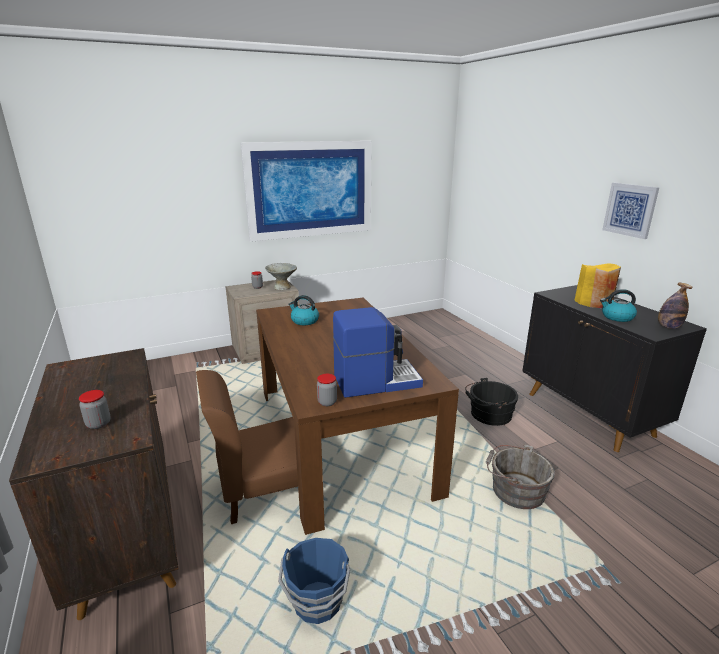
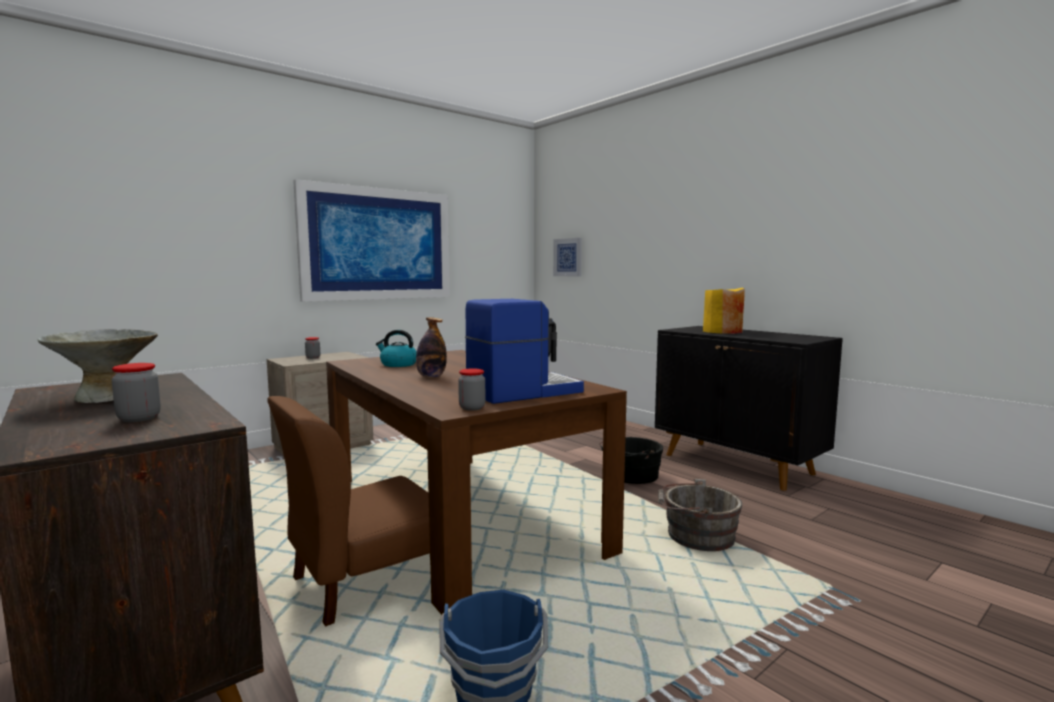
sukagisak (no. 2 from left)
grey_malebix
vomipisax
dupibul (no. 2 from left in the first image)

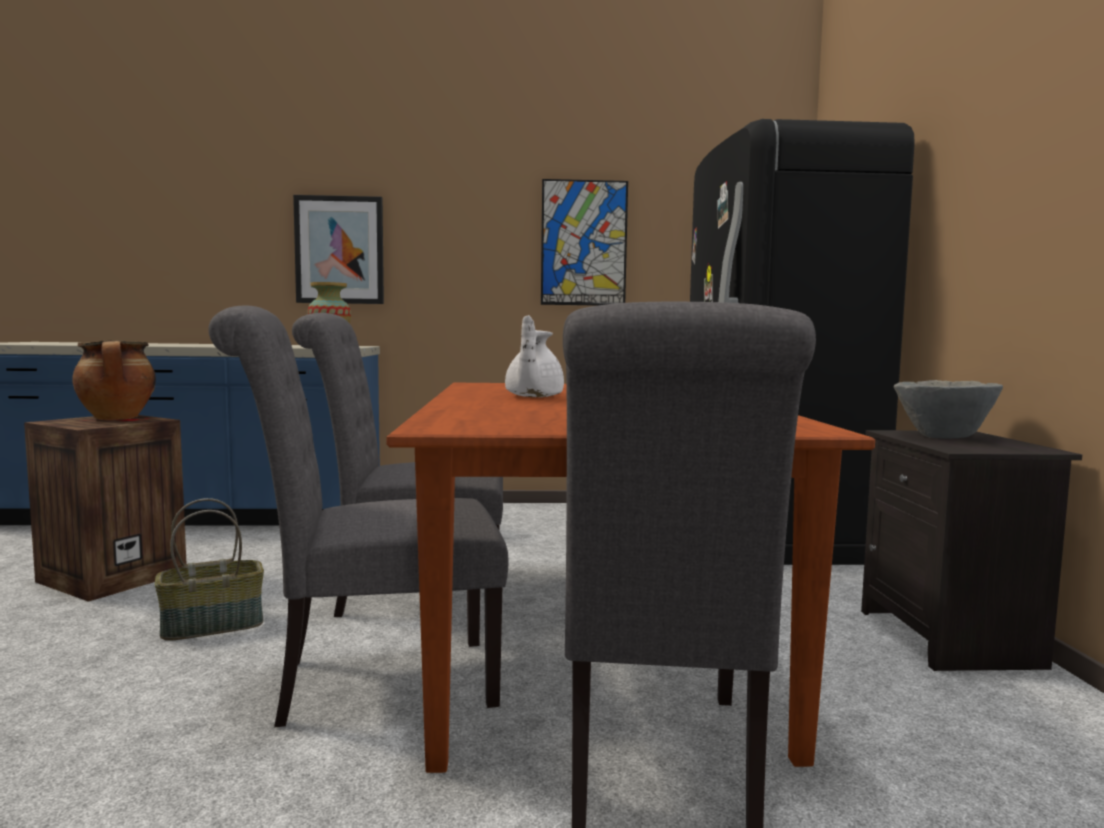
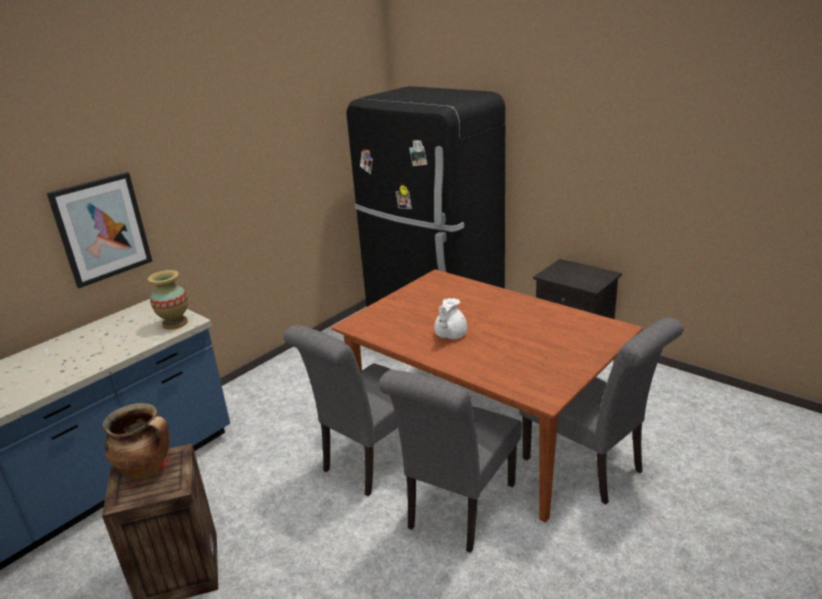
sukagisak (no. 2 from left in the first image)
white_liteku
grey_malebix
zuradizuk

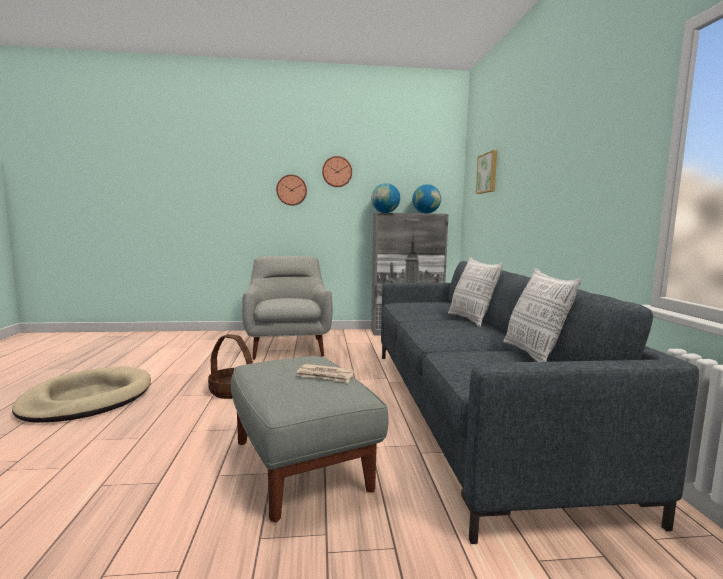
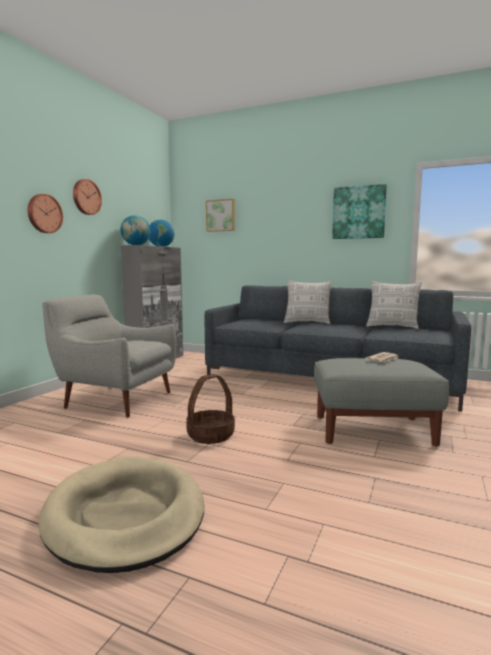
sukagisak (no. 2 from left)

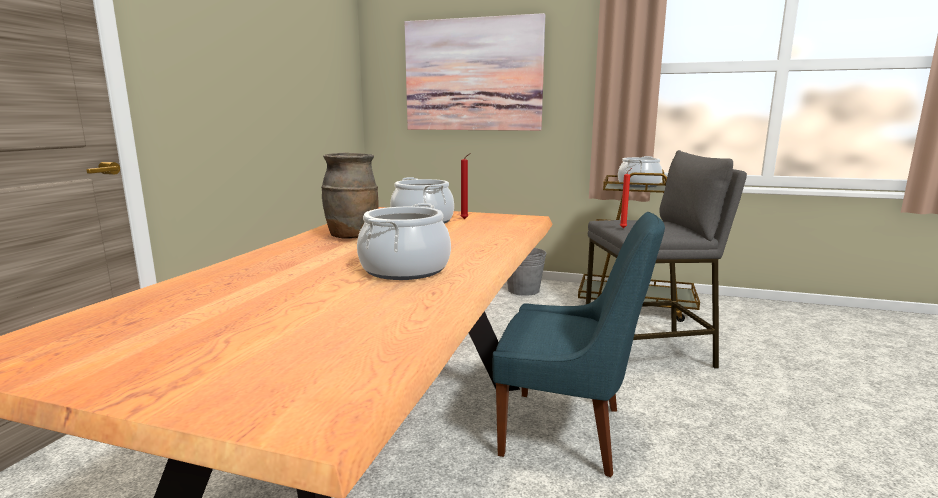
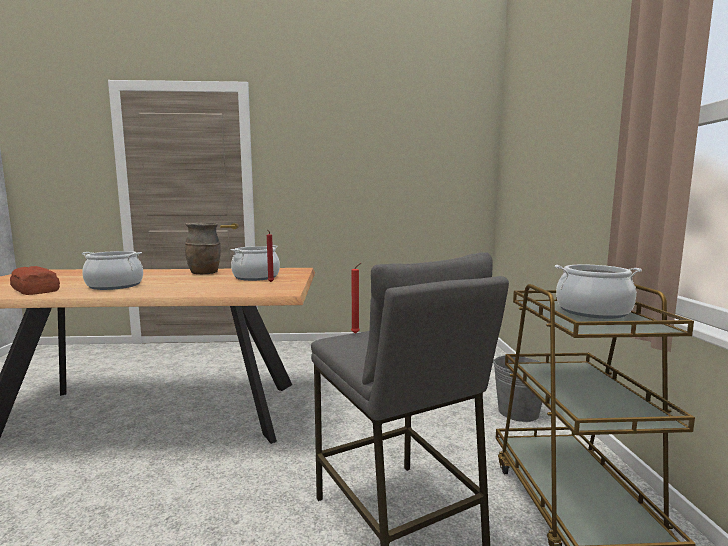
sukagisak
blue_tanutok
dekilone

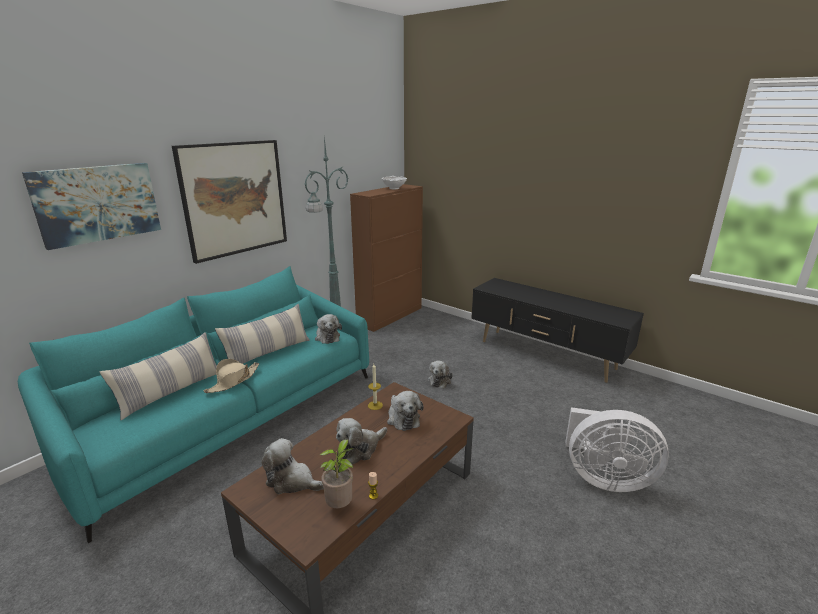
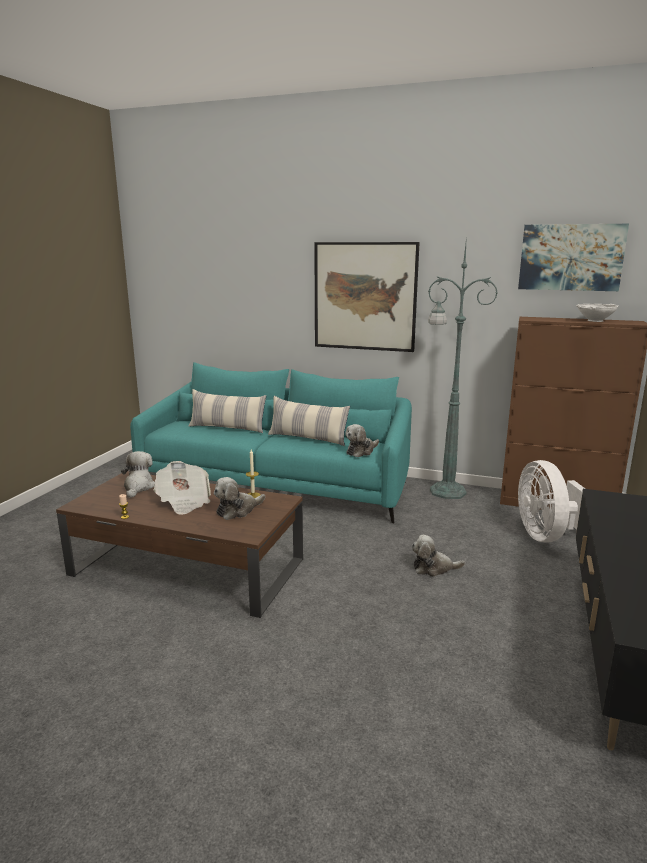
sukagisak (no. 2 from left)
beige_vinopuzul
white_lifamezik
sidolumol
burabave

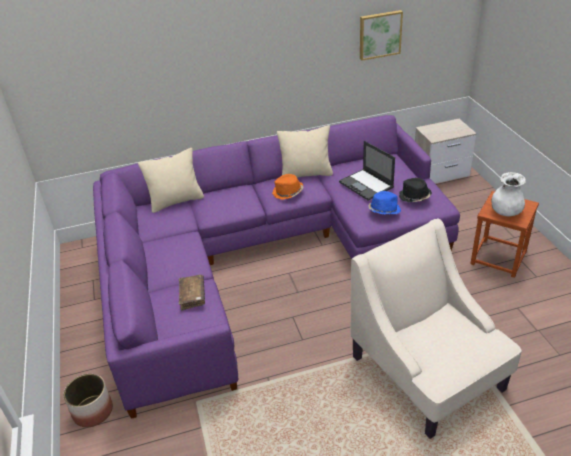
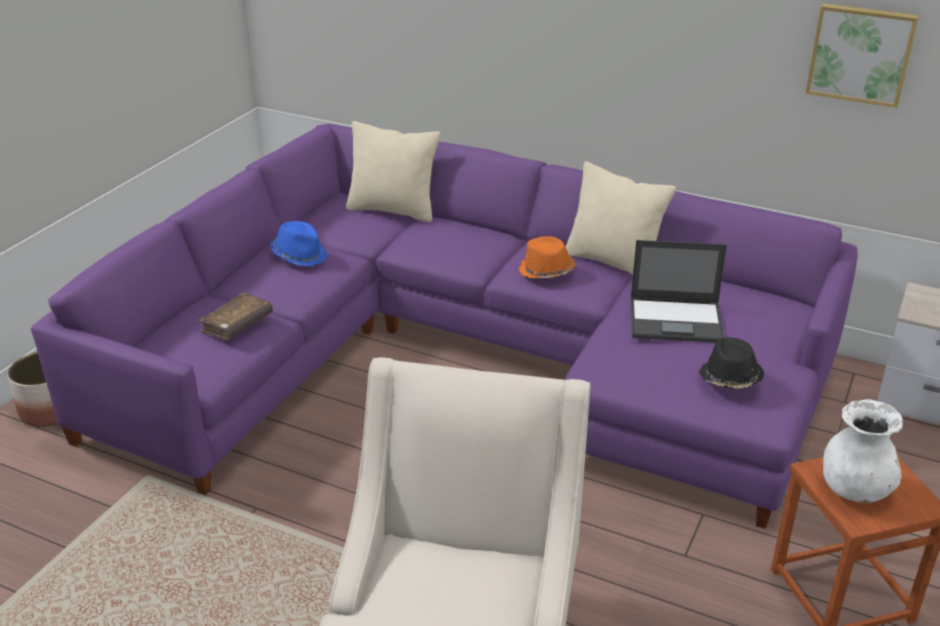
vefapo
blue_vinopuzul

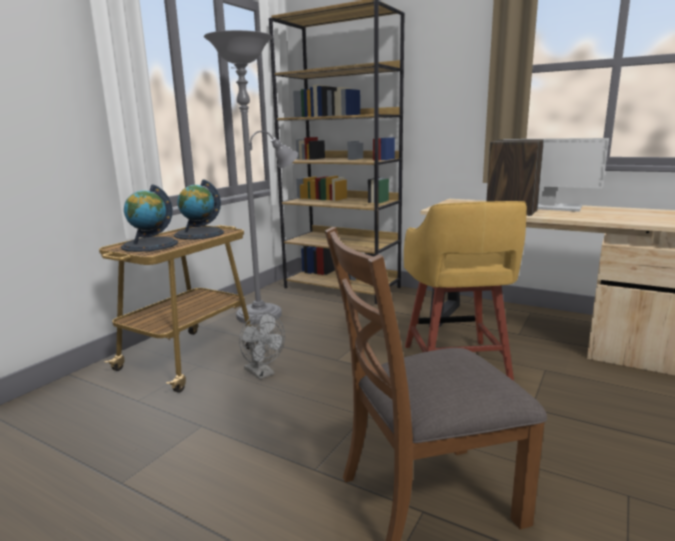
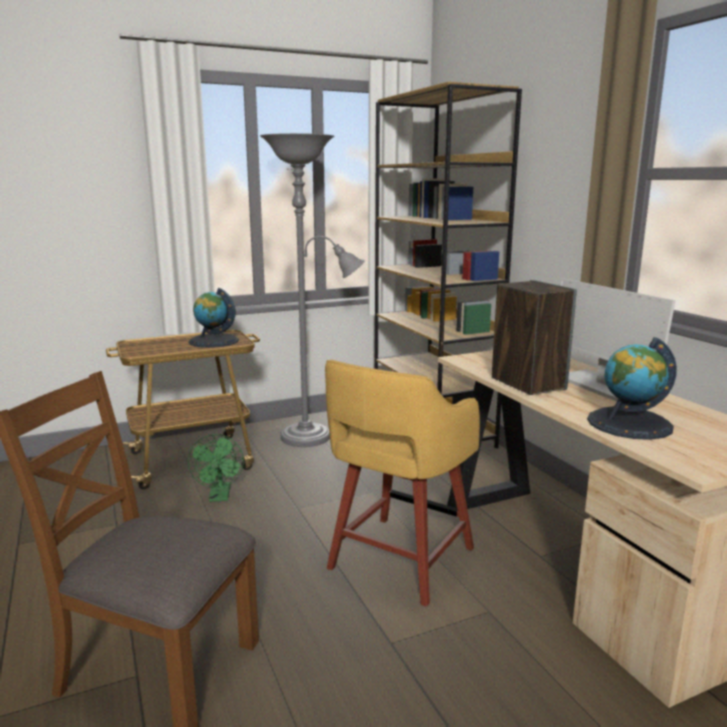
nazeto (no. 2 from left)
green_lifamezik

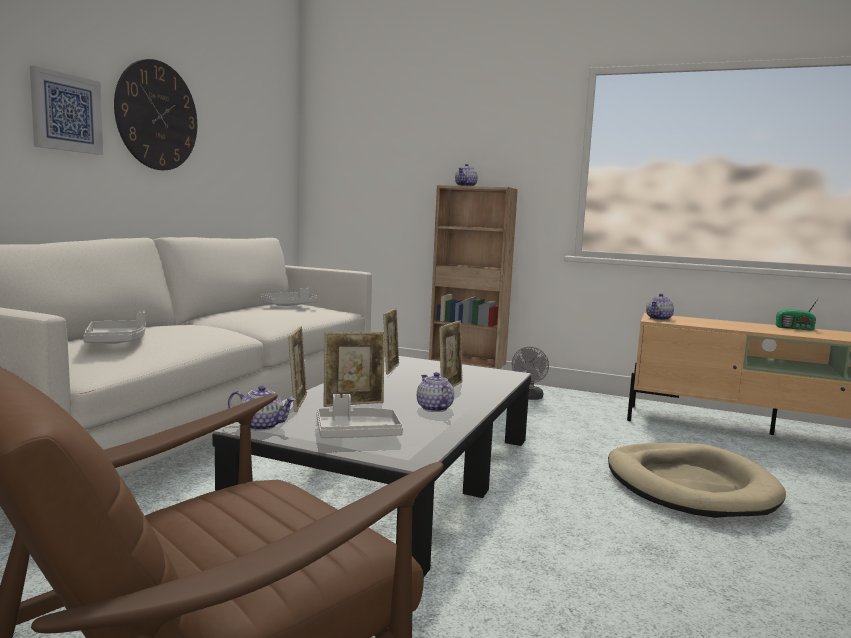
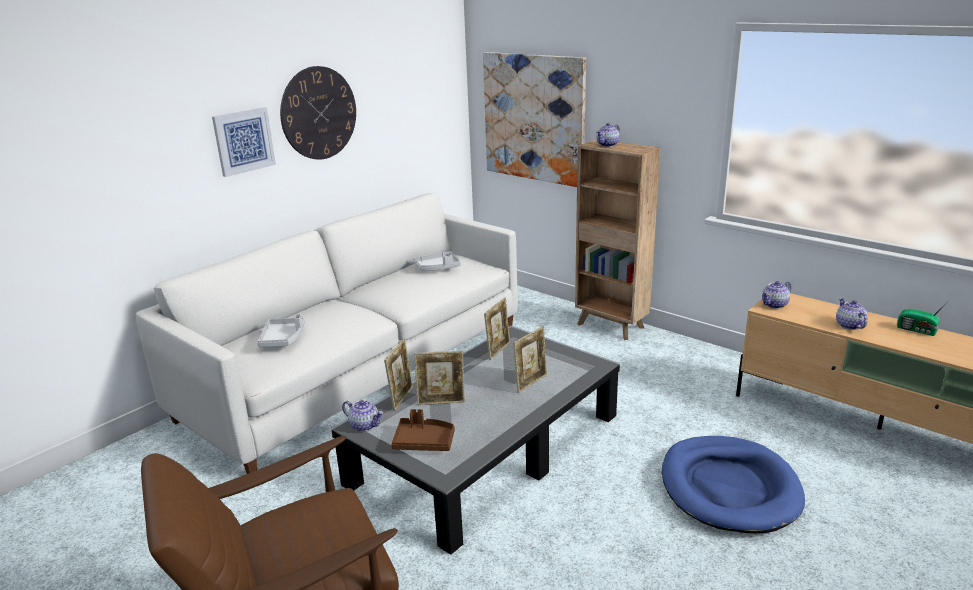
grey_lifamezik
liteku (no. 4 from left)
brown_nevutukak
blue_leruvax
sukagisak (no. 2 from left)

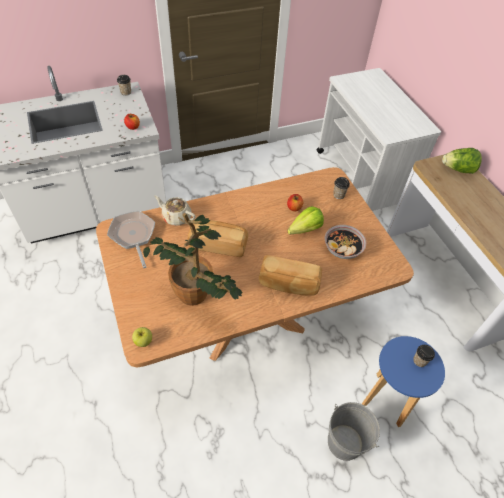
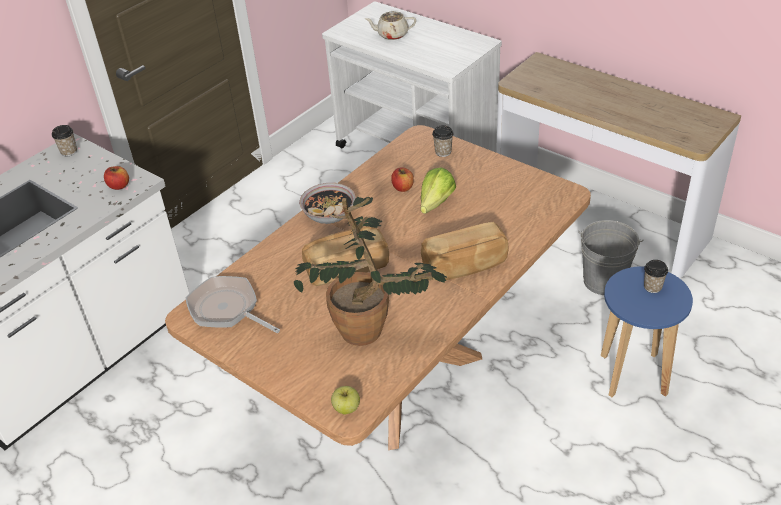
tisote (no. 2 from left in the first image)
beige_liteku
malebix
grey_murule

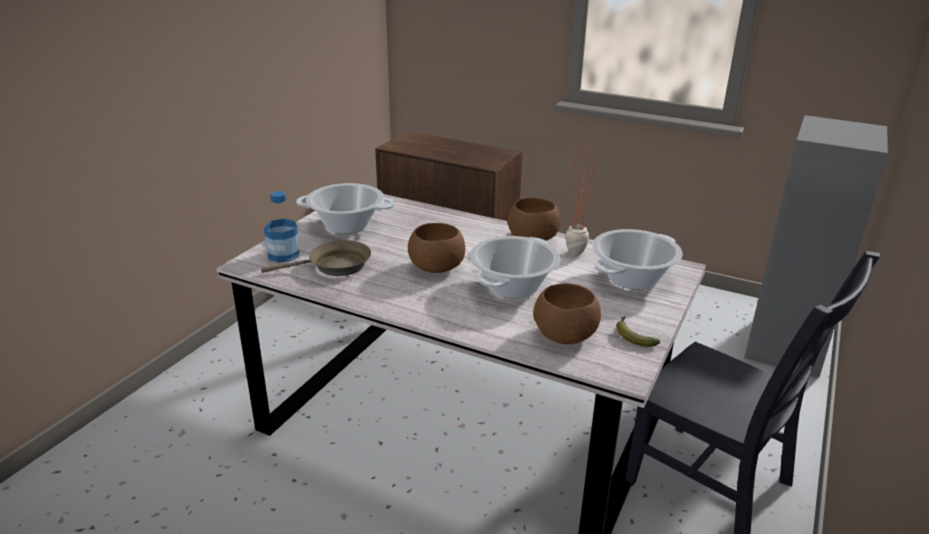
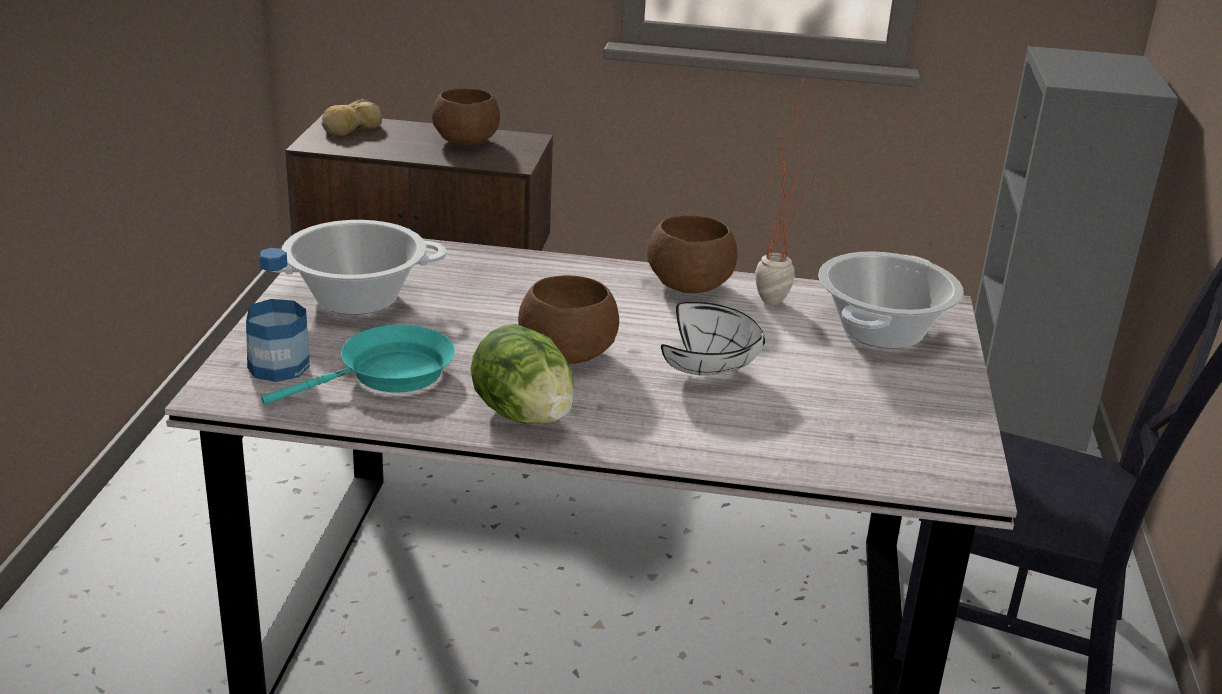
white_malebix
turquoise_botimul
brown_malebix (no. 1 from left)
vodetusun
dekilone
tisote

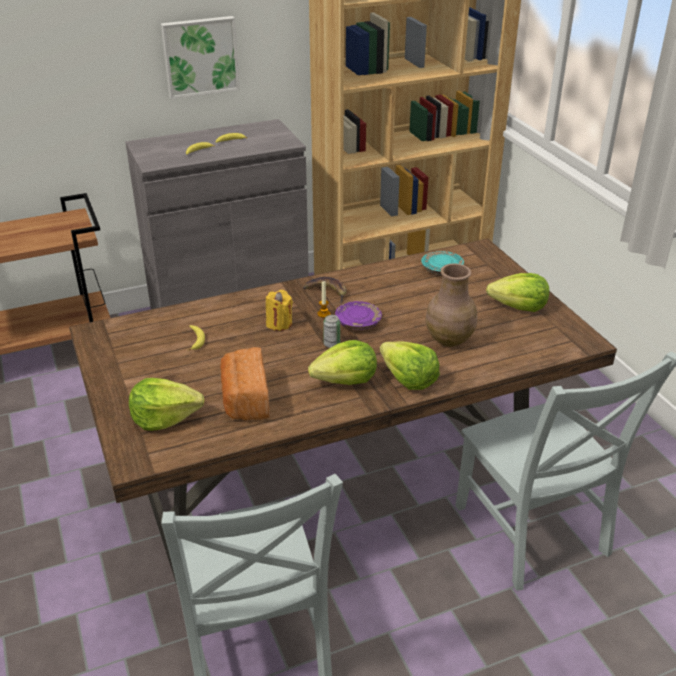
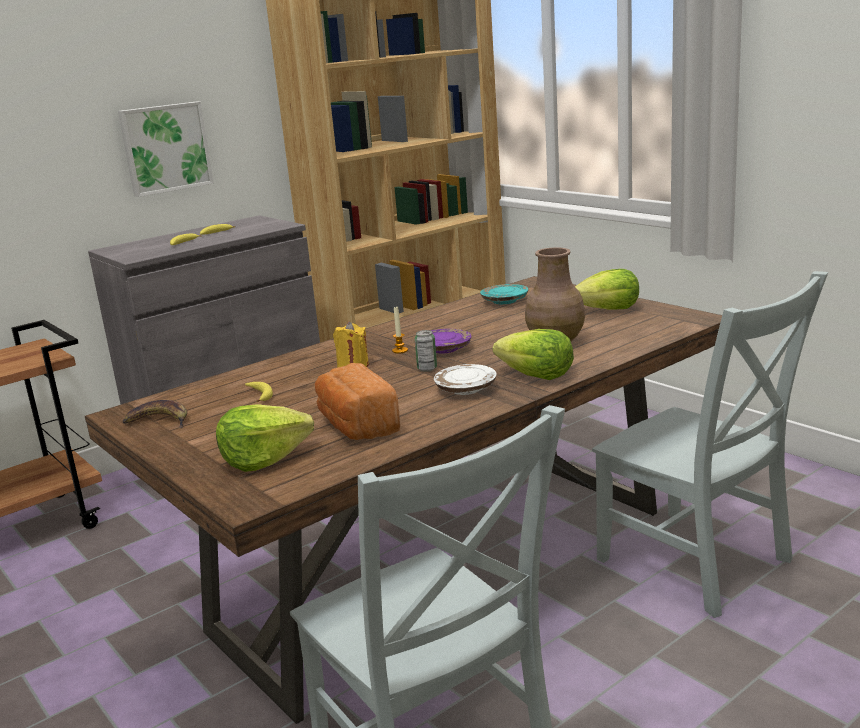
vodetusun (no. 1 from left)
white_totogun

